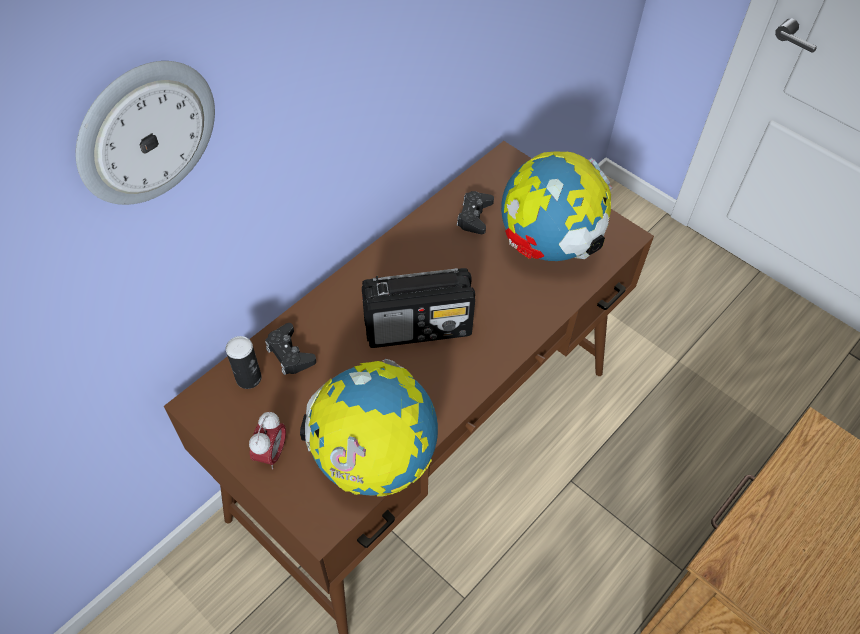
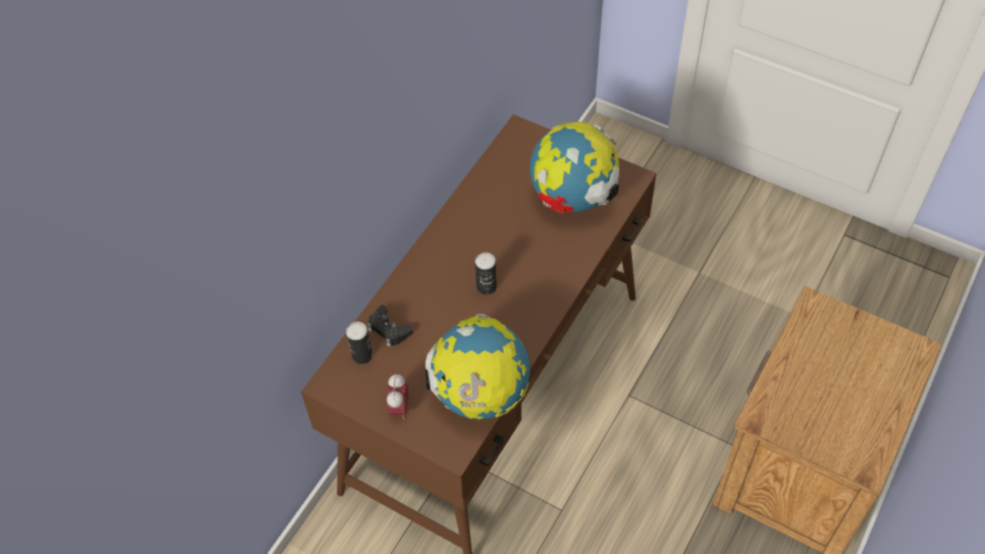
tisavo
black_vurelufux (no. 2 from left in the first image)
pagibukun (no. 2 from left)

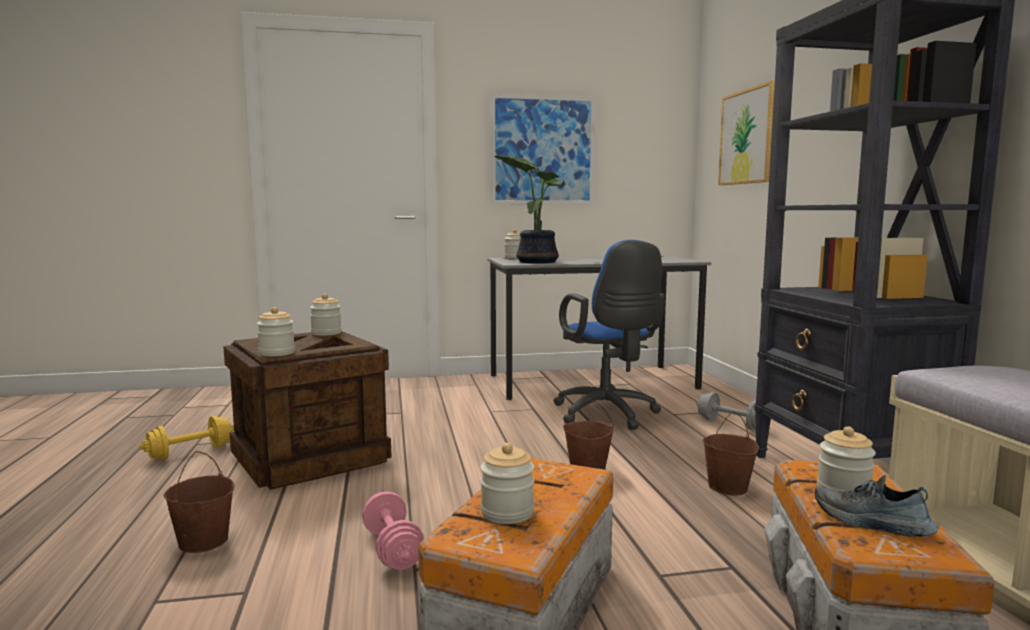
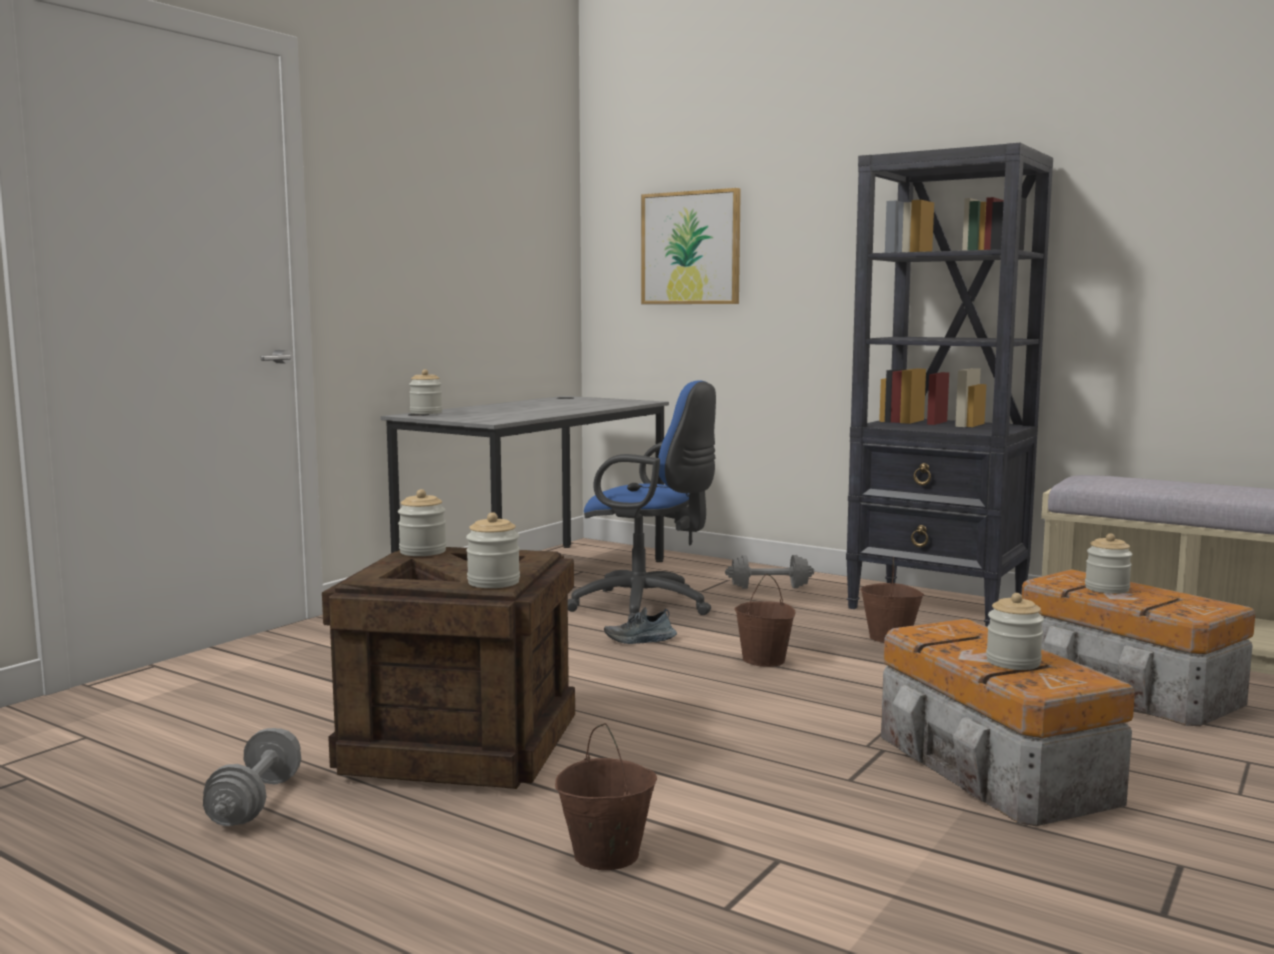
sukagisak (no. 1 from left in the first image)
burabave
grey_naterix (no. 1 from left)
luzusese
pink_naterix

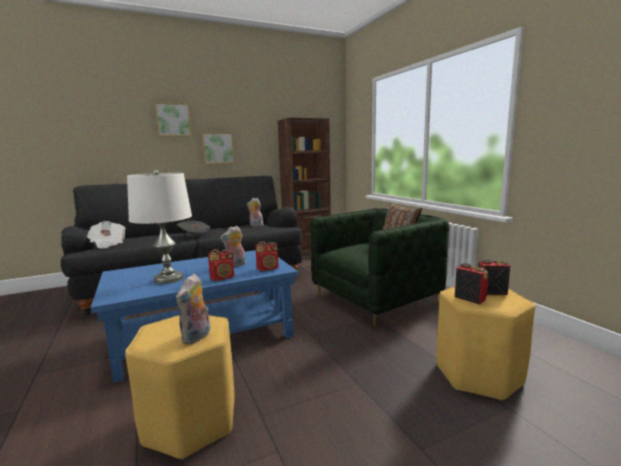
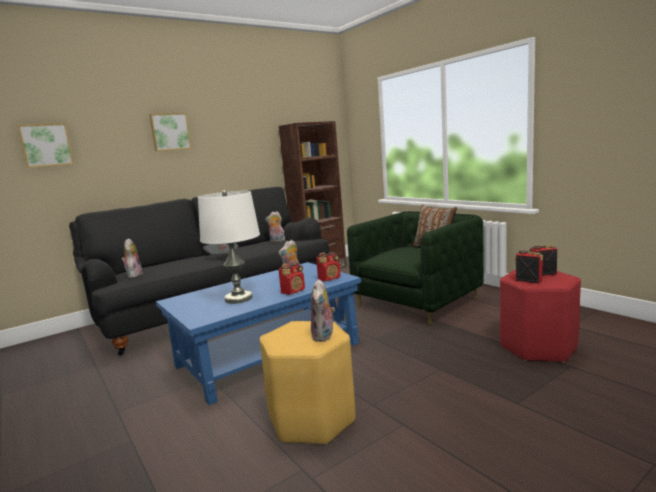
sukagisak (no. 1 from left)
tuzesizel (no. 1 from left)
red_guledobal

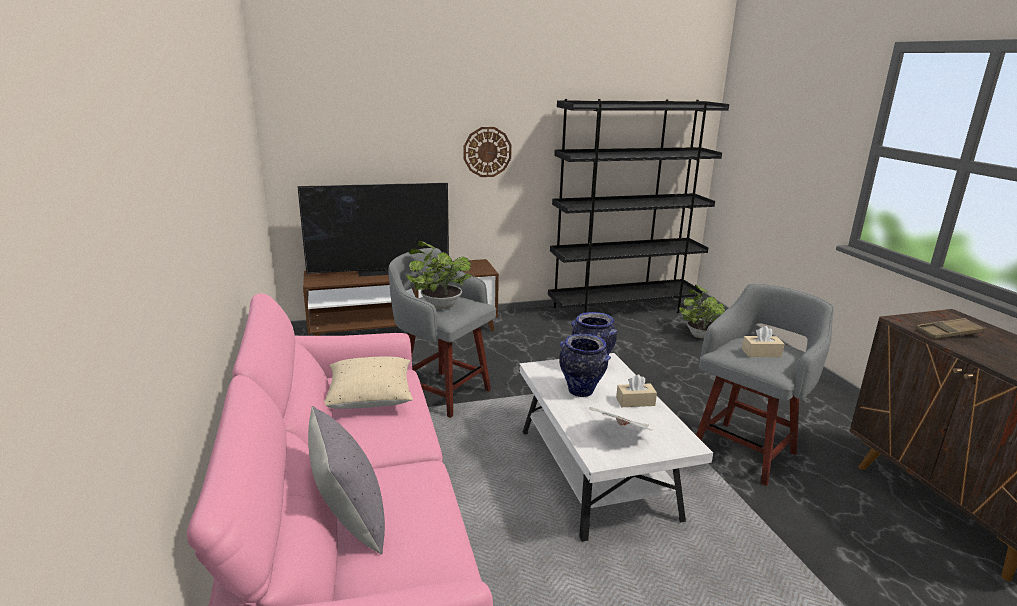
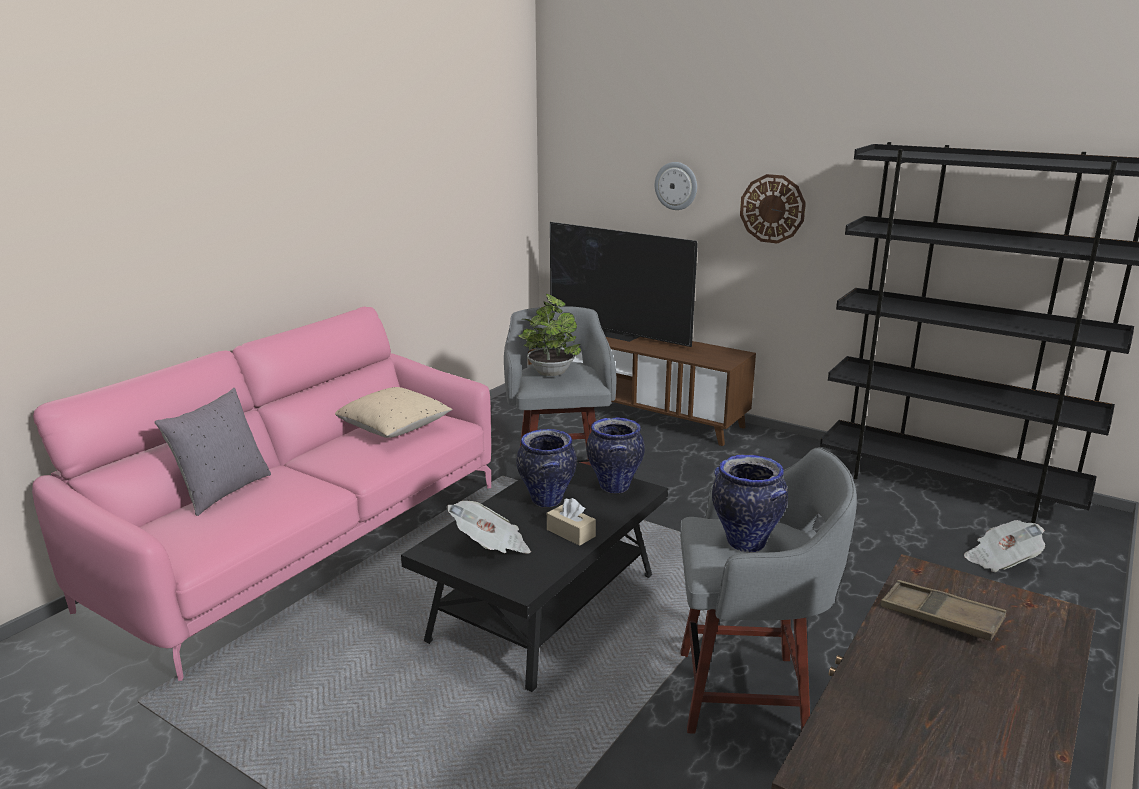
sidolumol (no. 2 from left)
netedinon (no. 3 from left)
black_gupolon
tisavo (no. 1 from left)

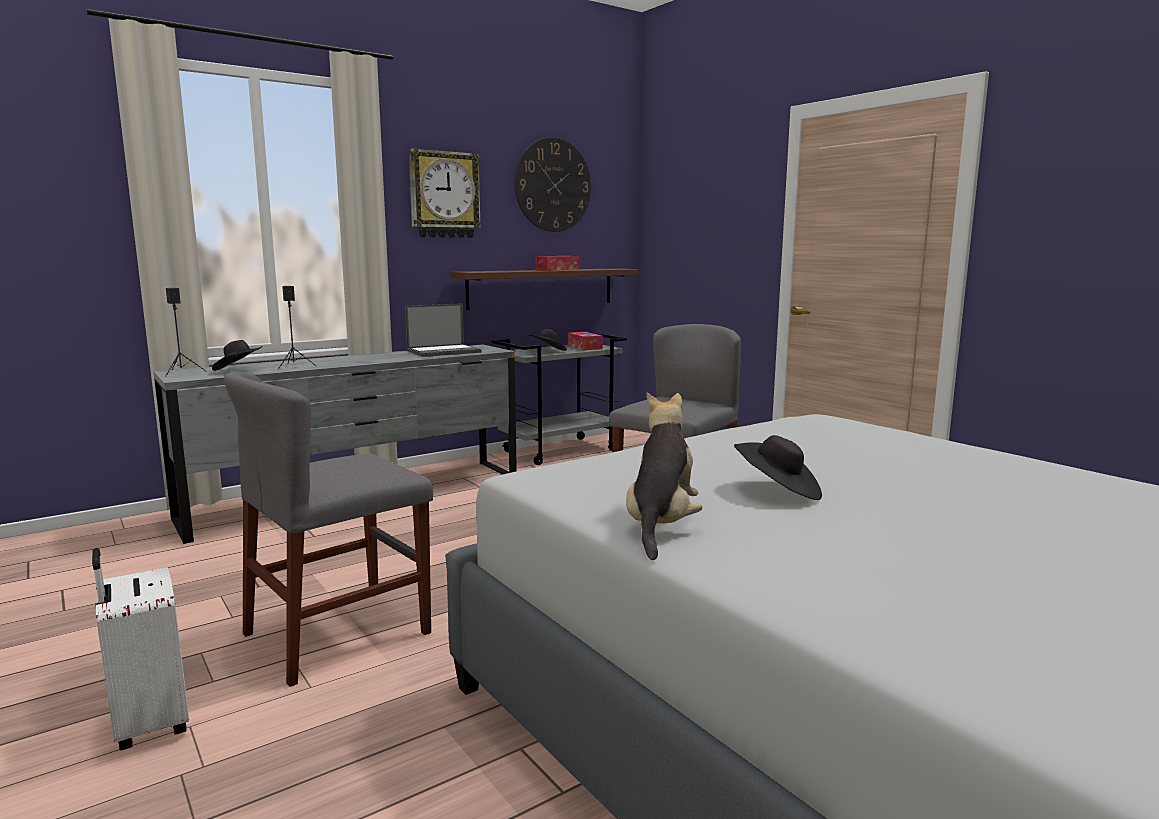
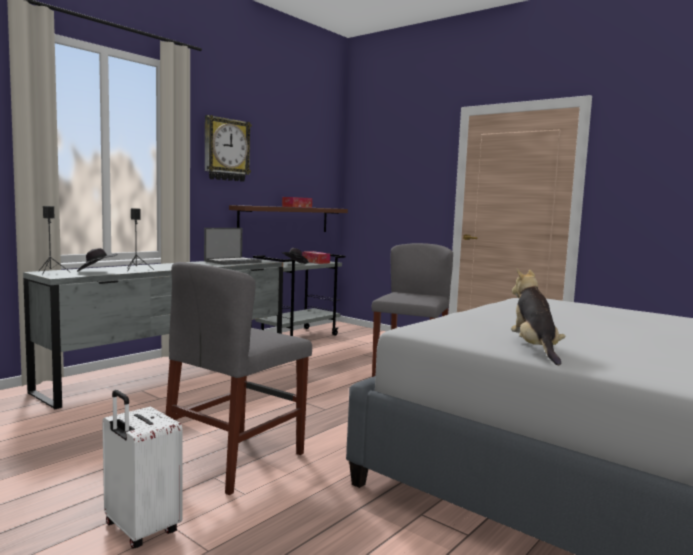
tisavo (no. 2 from left in the first image)
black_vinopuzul (no. 3 from left in the first image)

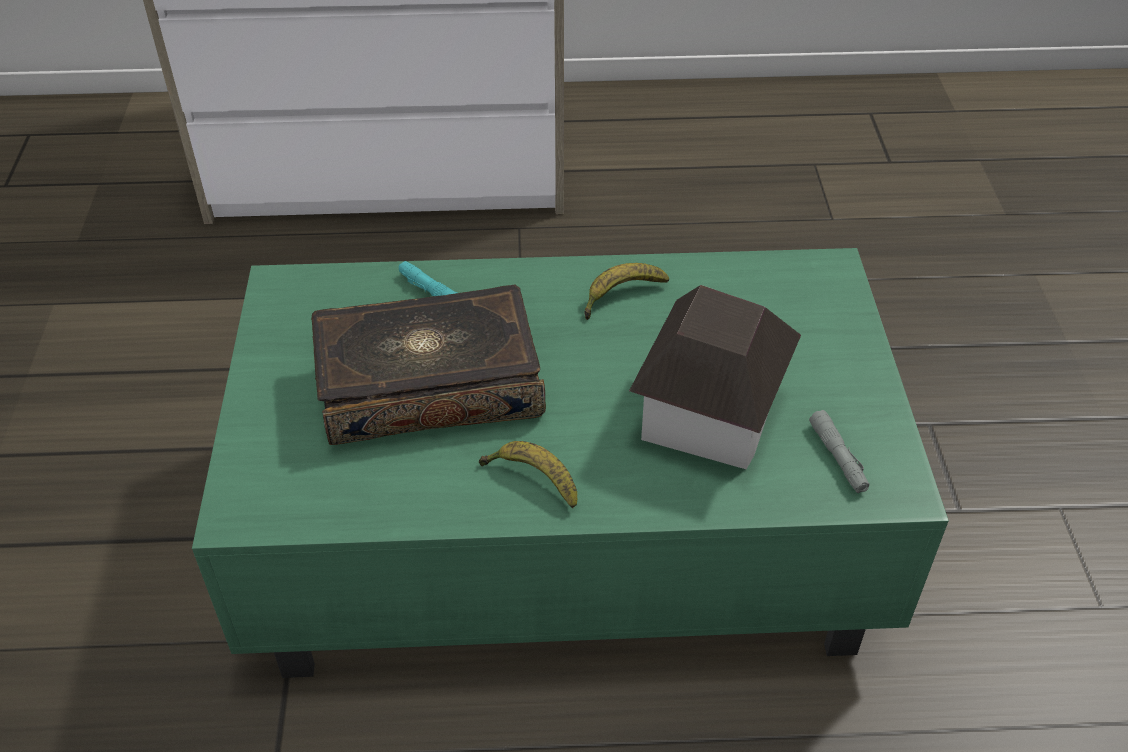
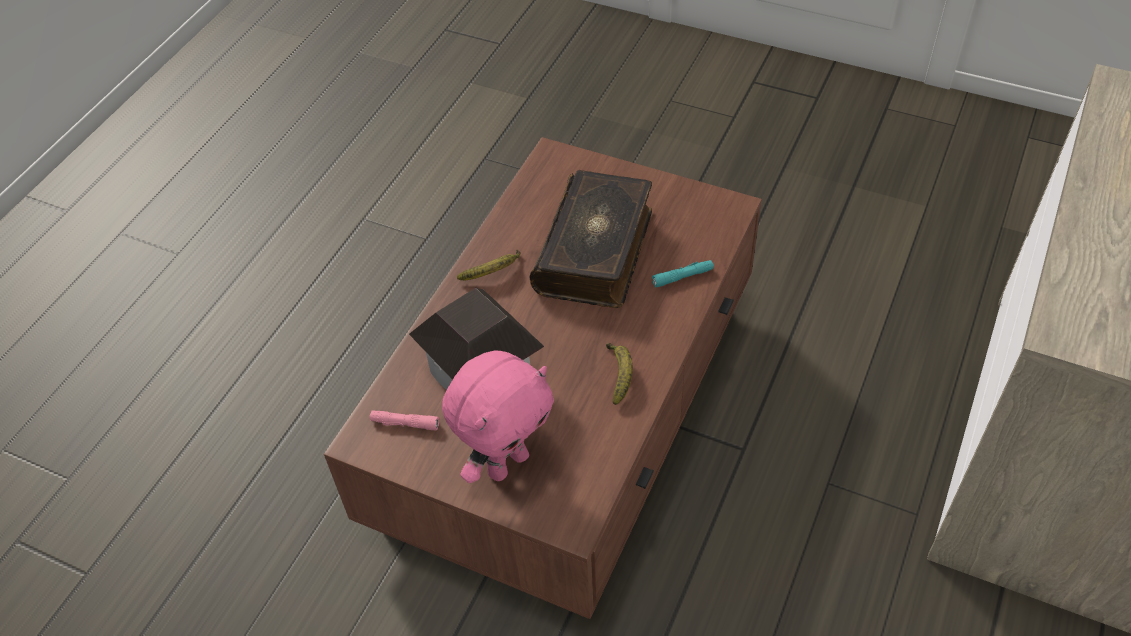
brown_gupolon
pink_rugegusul
pink_tuzesizel

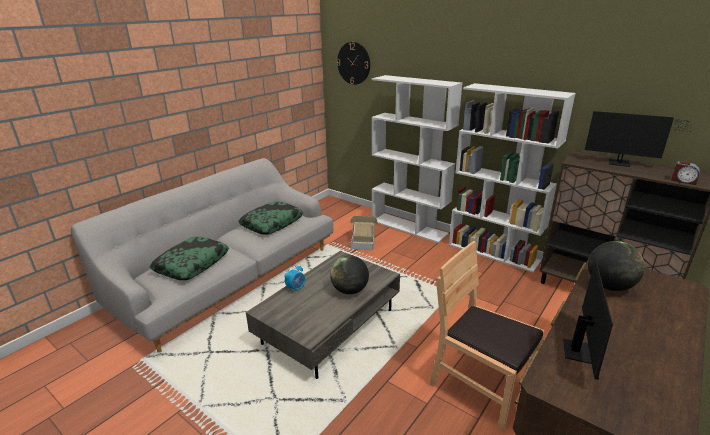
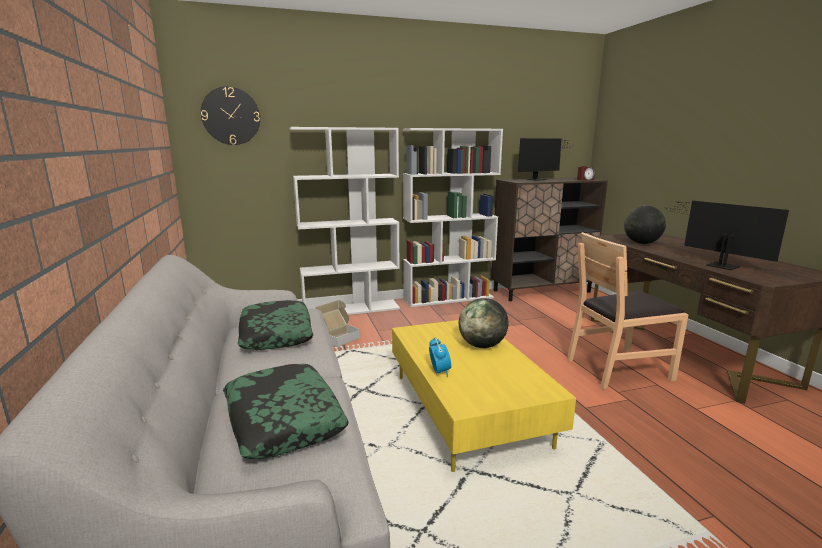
yellow_gupolon

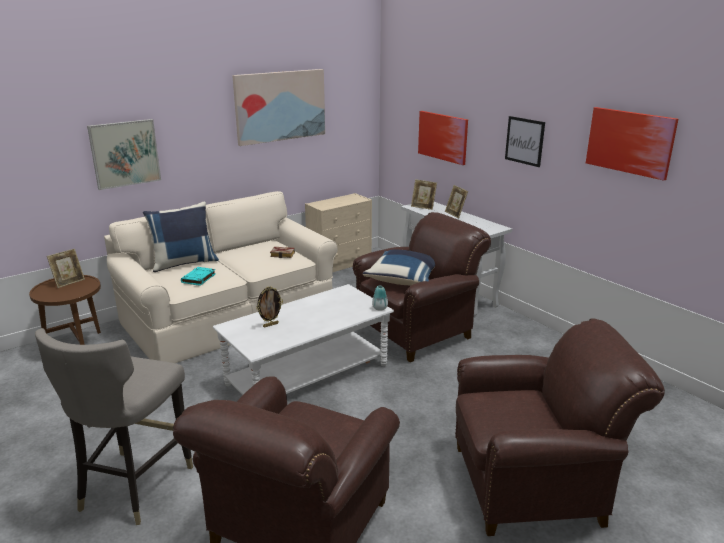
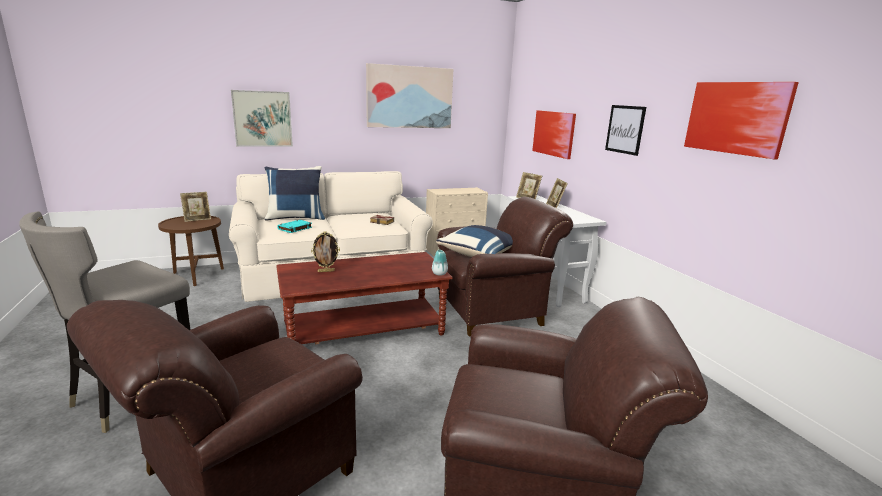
brown_gupolon

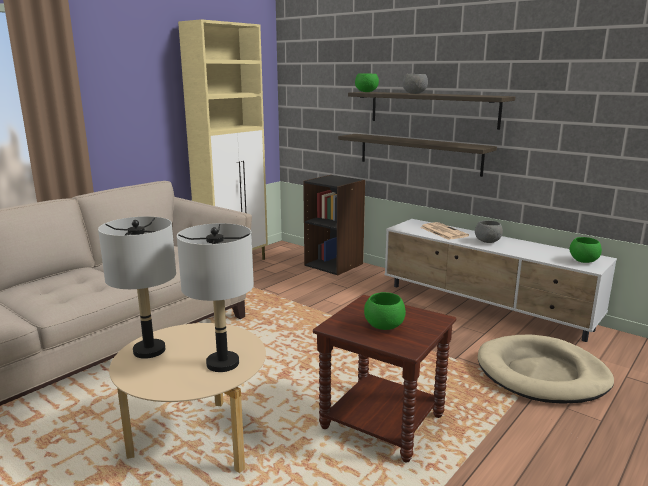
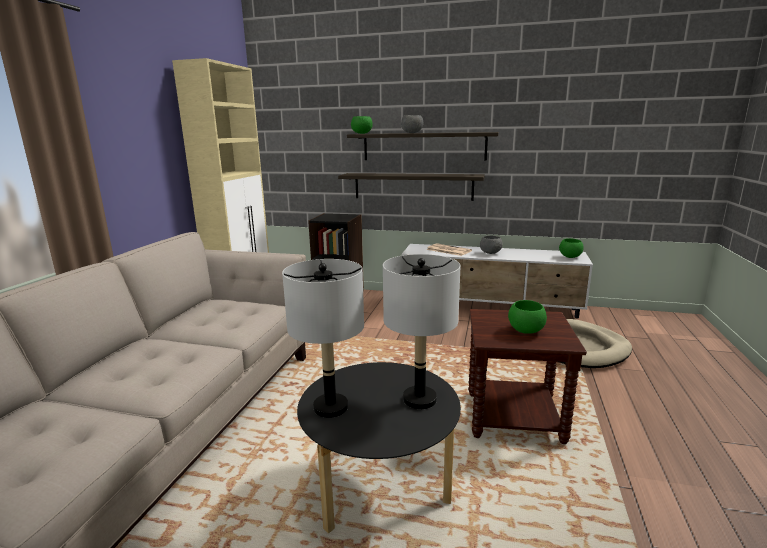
black_gupolon

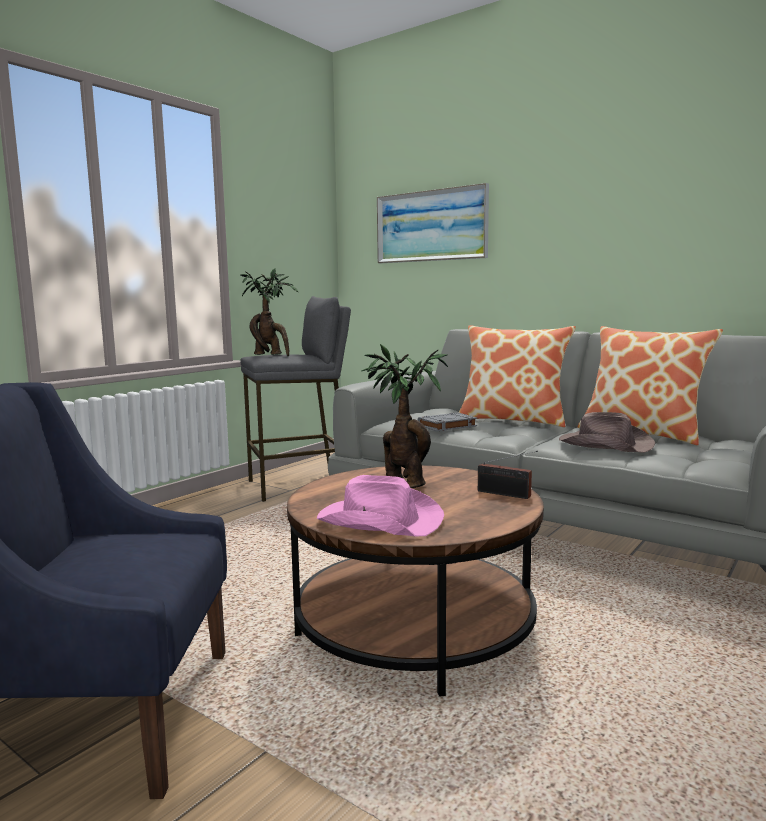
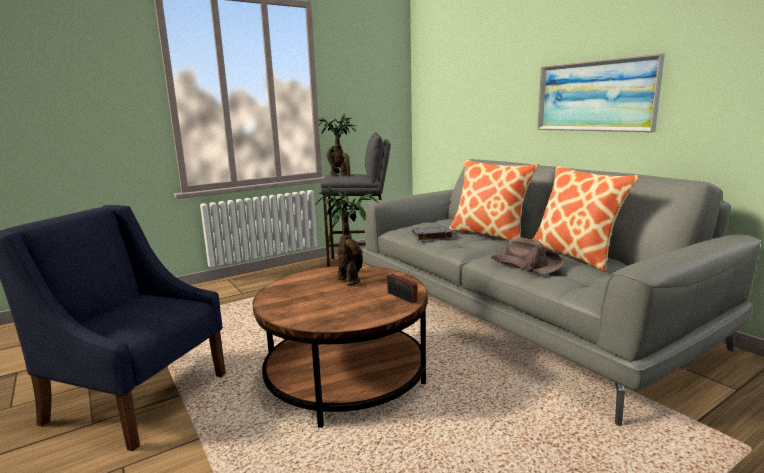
sukagisak
pink_vinopuzul

